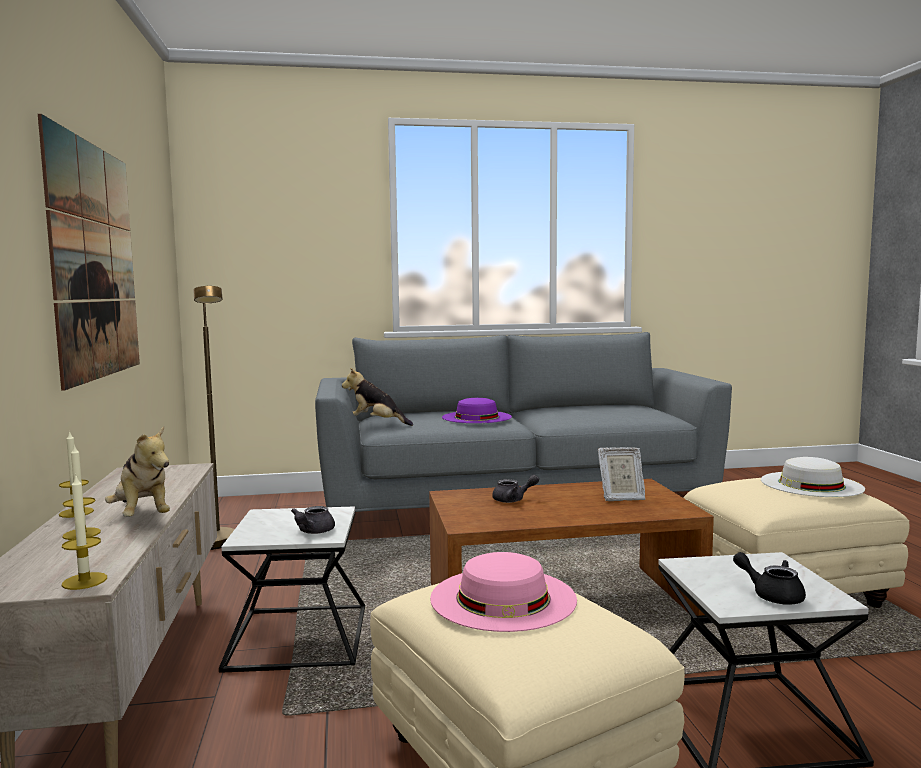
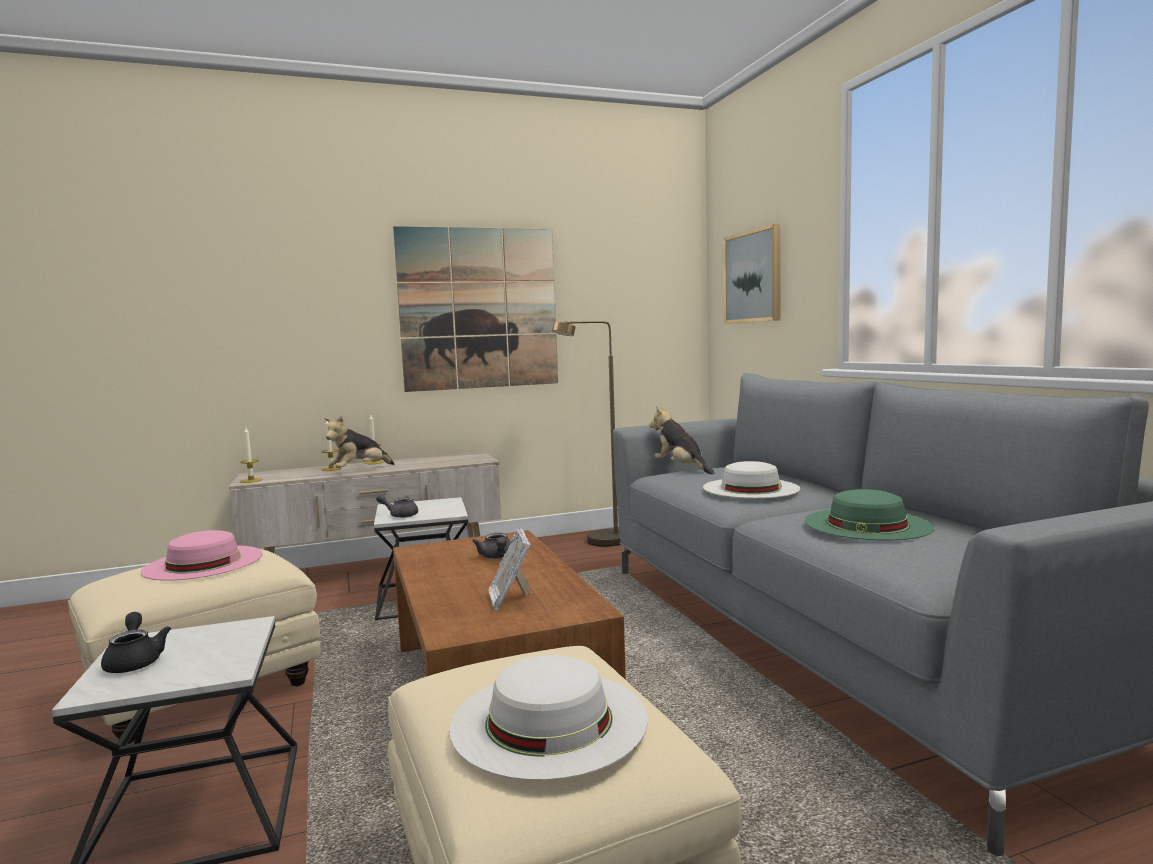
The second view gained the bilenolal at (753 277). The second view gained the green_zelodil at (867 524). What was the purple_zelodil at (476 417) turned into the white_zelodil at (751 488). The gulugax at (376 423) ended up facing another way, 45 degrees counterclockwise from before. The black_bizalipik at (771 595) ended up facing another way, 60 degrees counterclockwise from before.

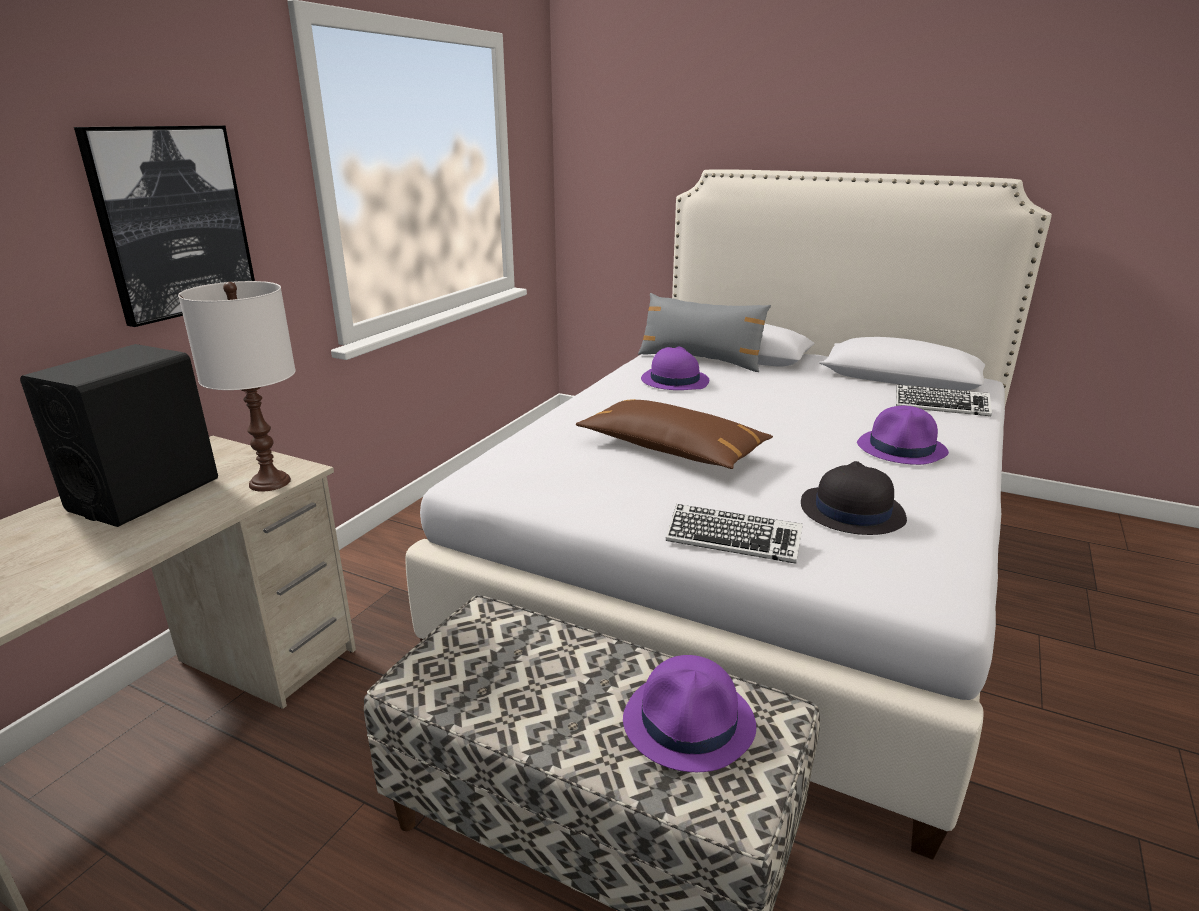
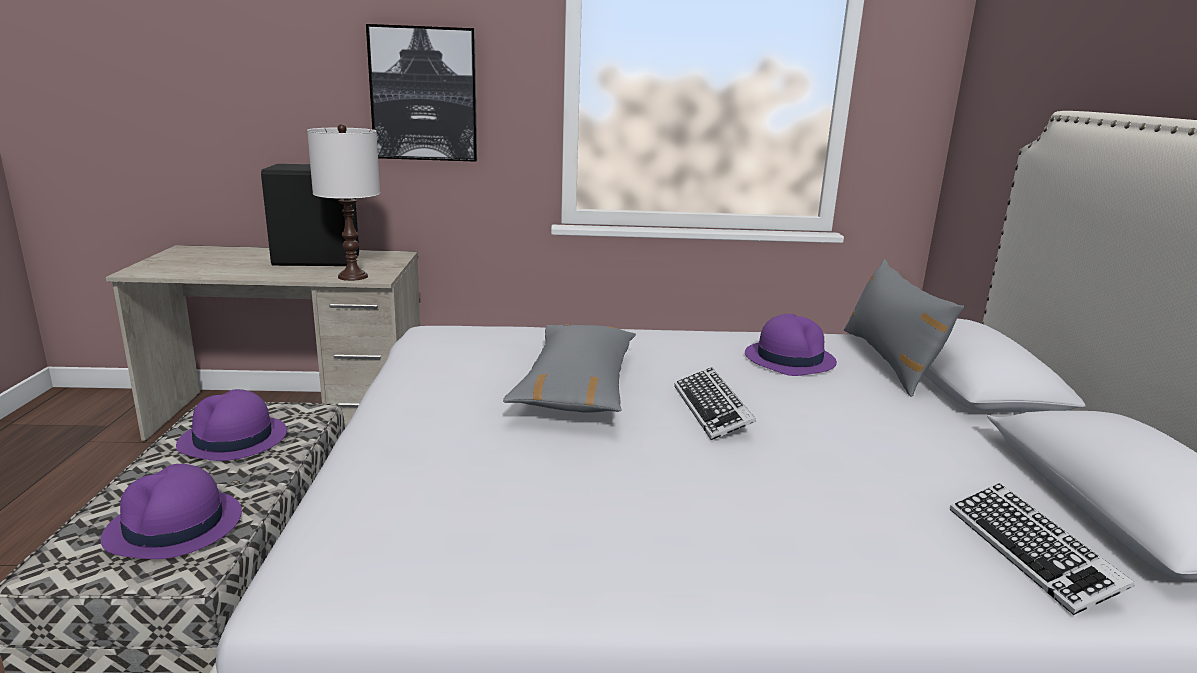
The second view lost the black_zelodil at (851 511). The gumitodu ended up elsewhere, having gone from (733 540) to (712 410). The purple_zelodil ended up elsewhere, having gone from (902 449) to (233 440). What was the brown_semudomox at (671 449) turned into the grey_semudomox at (577 385).

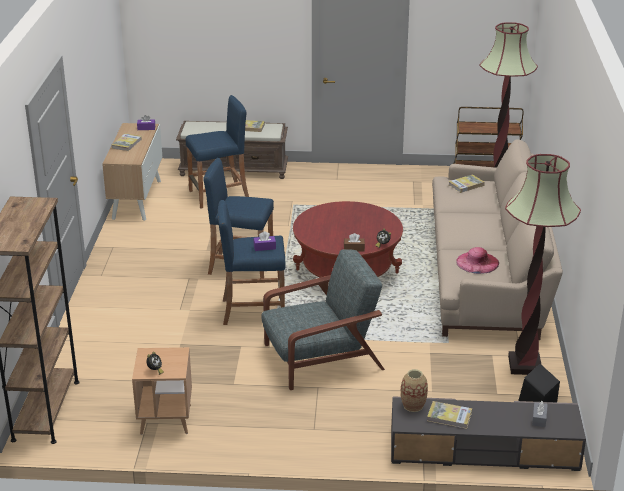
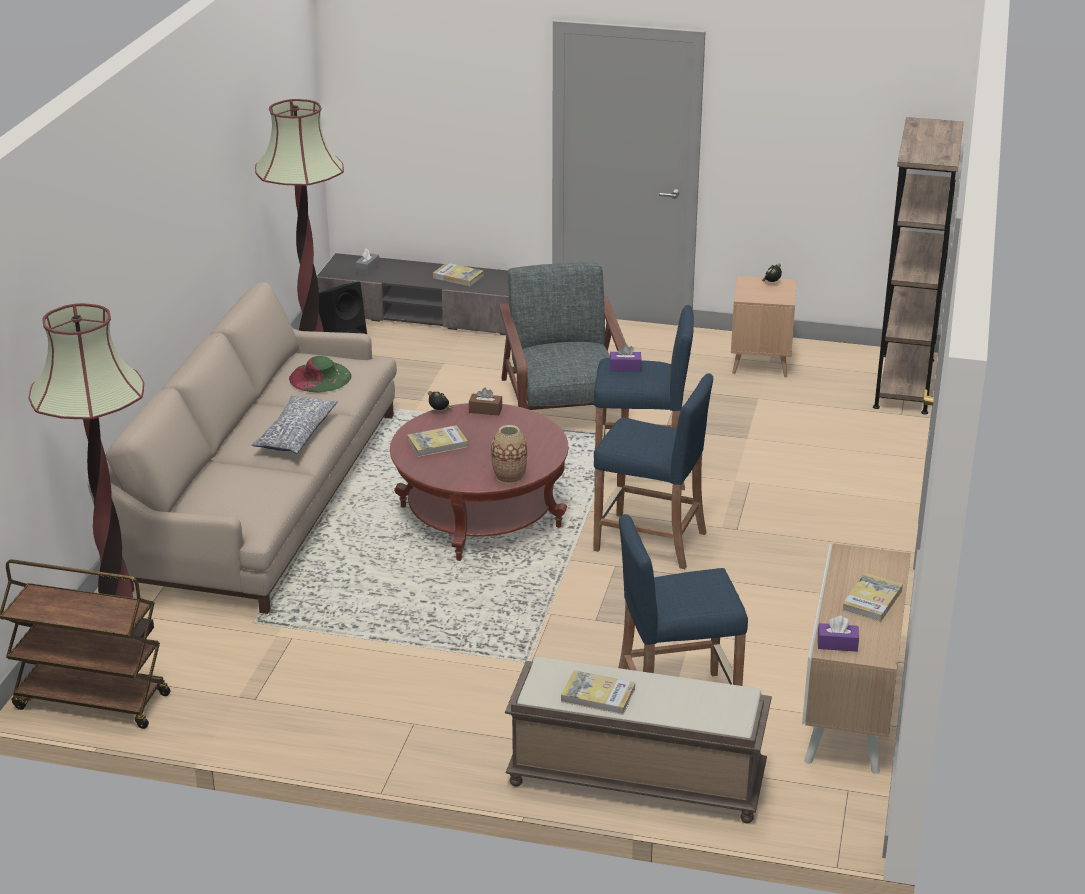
The second view gained the semudomox at (295 434). The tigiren ended up elsewhere, having gone from (413 405) to (509 476). The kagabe ended up elsewhere, having gone from (466 185) to (437 444). What was the pink_zelodil at (477 262) turned into the green_zelodil at (320 377). The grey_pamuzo at (320 357) ended up facing another way, 90 degrees clockwise from before.

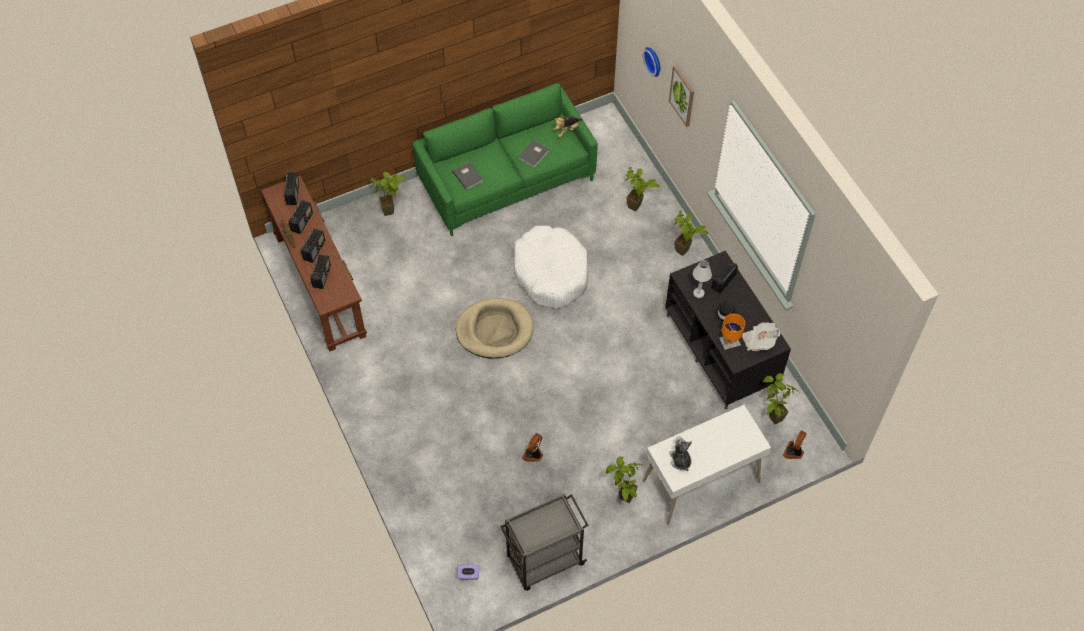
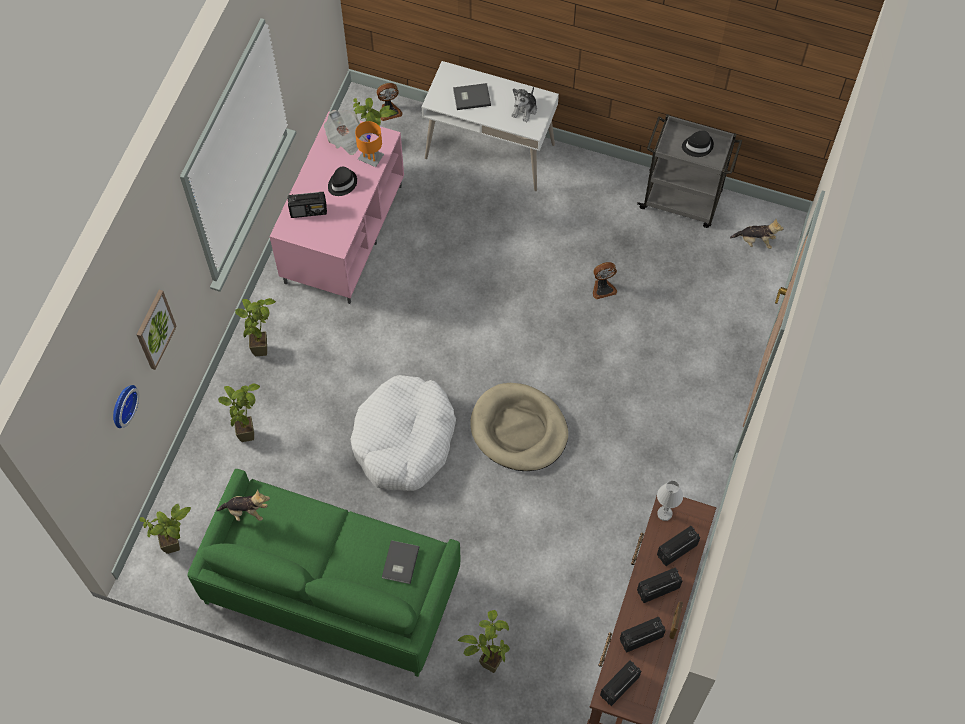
The second view gained the black_zelodil at (697 146). The grey_kagabe ended up elsewhere, having gone from (534 154) to (471 97). The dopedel ended up elsewhere, having gone from (623 500) to (179 546). The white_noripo ended up elsewhere, having gone from (698 293) to (664 513). Where the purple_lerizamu stood at (468 575), the gulugax came to stand at (755 241). What was the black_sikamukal at (722 351) turned into the pink_sikamukal at (343 232).

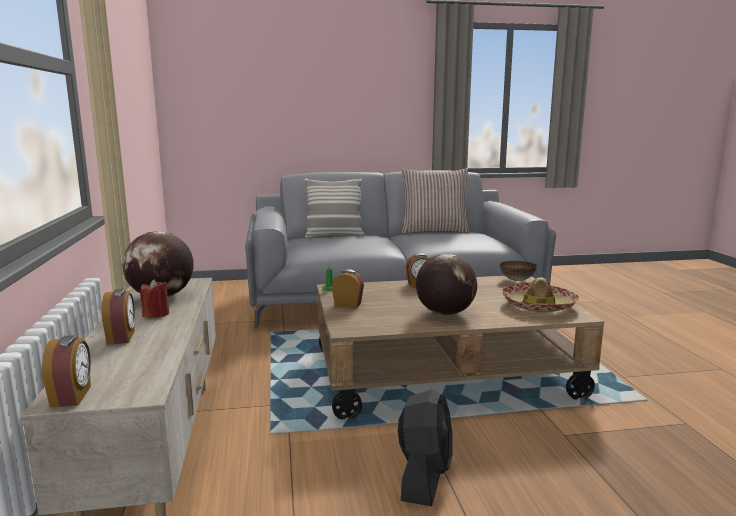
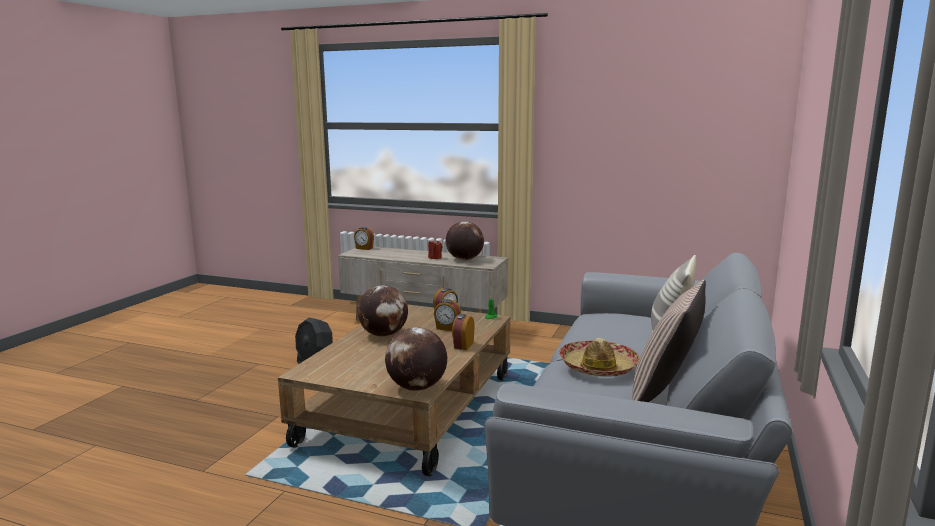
The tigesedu ended up elsewhere, having gone from (122 337) to (447 328). The zelodil ended up elsewhere, having gone from (538 305) to (598 367). Where the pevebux stood at (517 280), the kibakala came to stand at (417 388).

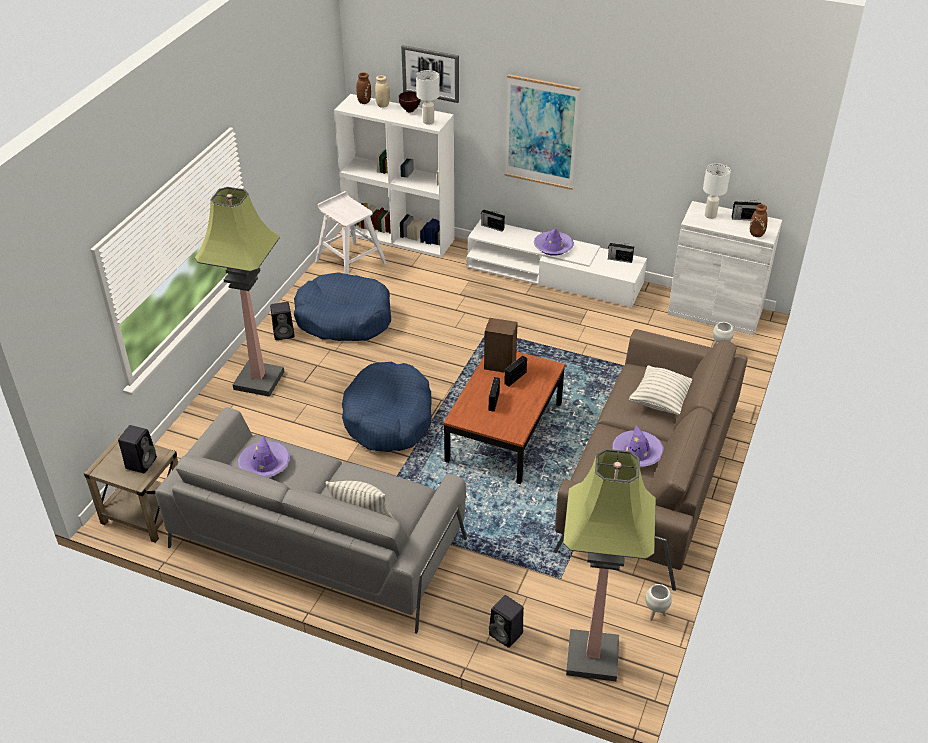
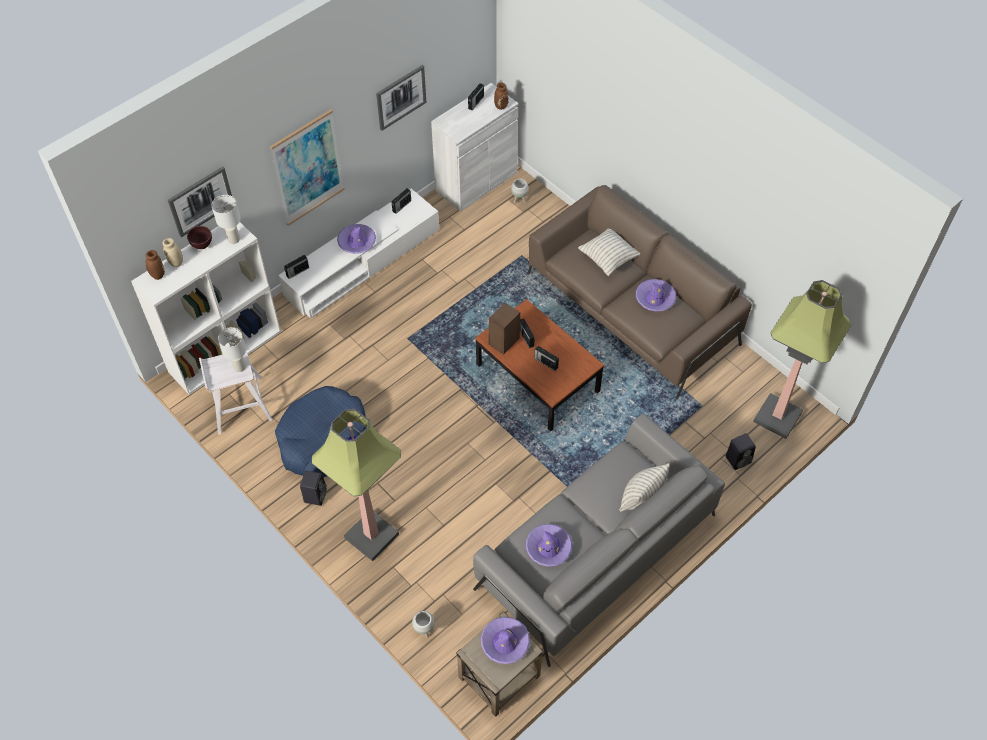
The second view lost the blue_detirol at (389 418). The second view gained the bilenolal at (401 97). The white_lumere ended up elsewhere, having gone from (655 614) to (424 630). The white_noripo ended up elsewhere, having gone from (710 215) to (239 367). Where the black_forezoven stood at (141 462), the purple_zelodil came to stand at (505 642).

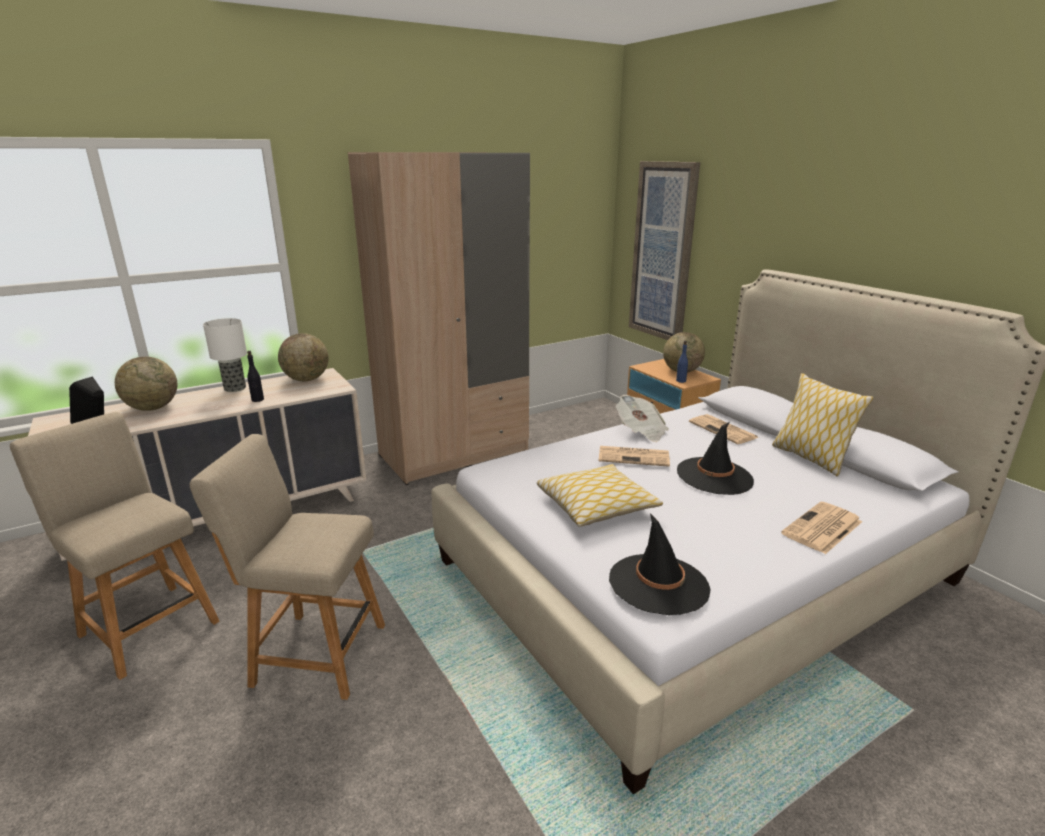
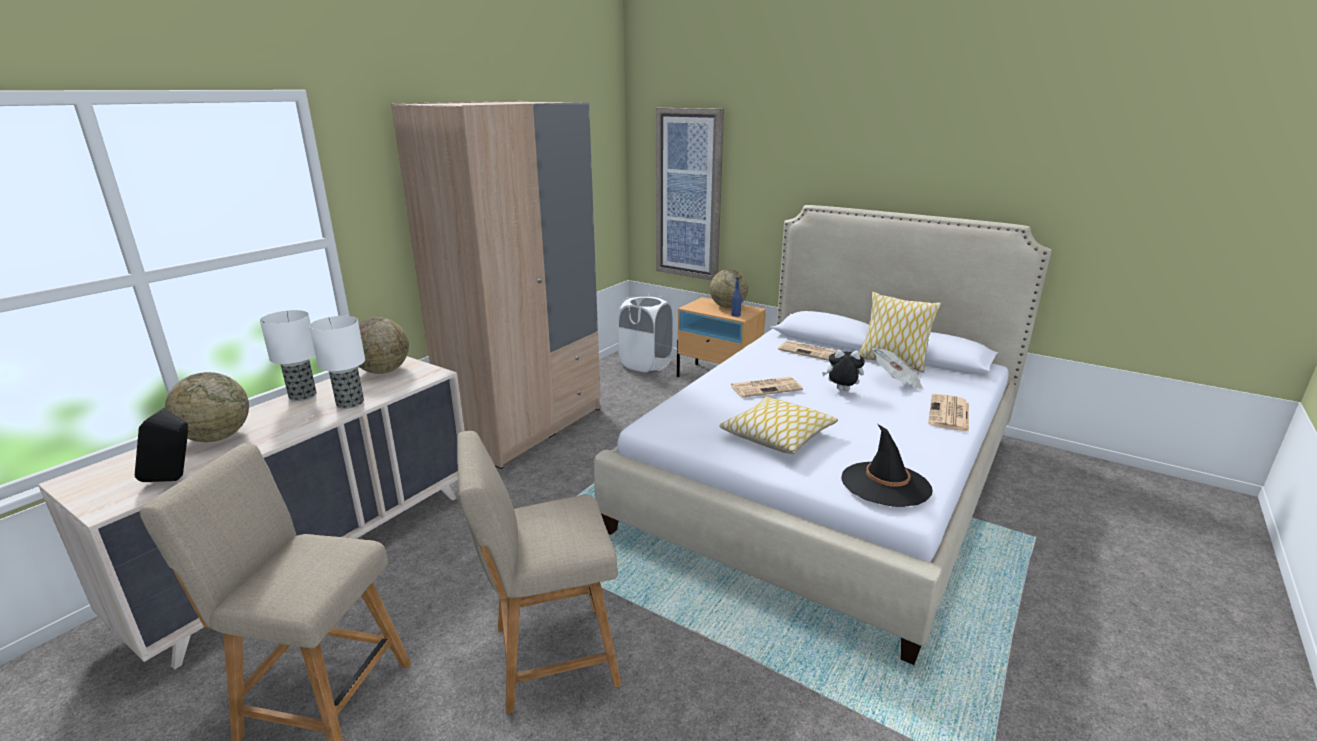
The second view gained the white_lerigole at (646 364). The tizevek ended up elsewhere, having gone from (641 431) to (896 381). Where the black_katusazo stood at (257 400), the noripo came to stand at (350 402). Where the black_zelodil stood at (714 476), the gulugax came to stand at (841 391).

